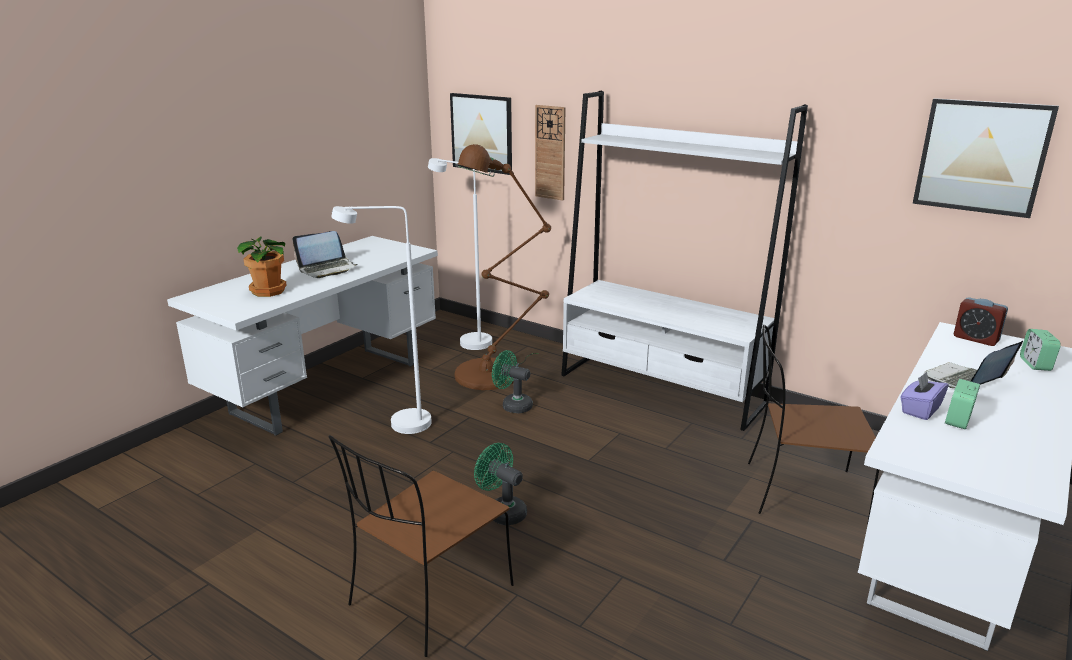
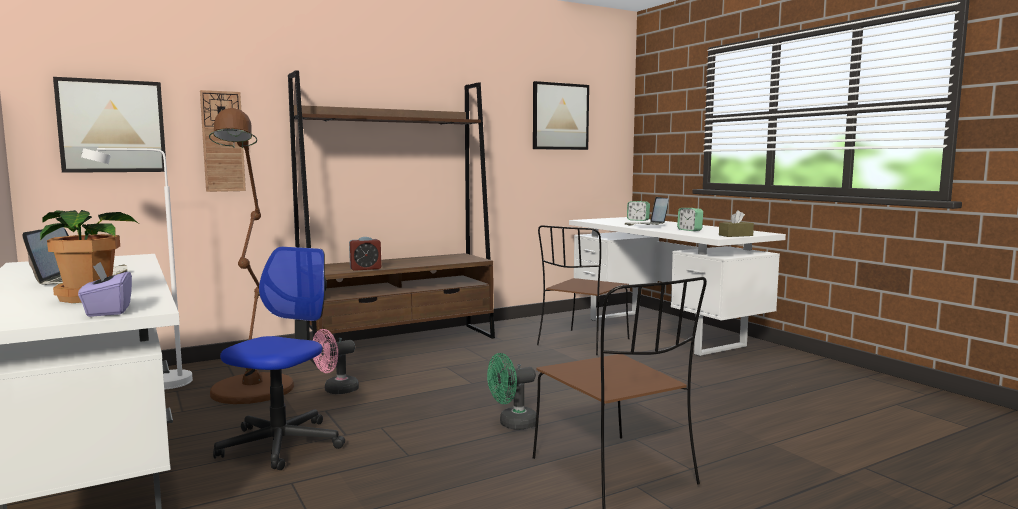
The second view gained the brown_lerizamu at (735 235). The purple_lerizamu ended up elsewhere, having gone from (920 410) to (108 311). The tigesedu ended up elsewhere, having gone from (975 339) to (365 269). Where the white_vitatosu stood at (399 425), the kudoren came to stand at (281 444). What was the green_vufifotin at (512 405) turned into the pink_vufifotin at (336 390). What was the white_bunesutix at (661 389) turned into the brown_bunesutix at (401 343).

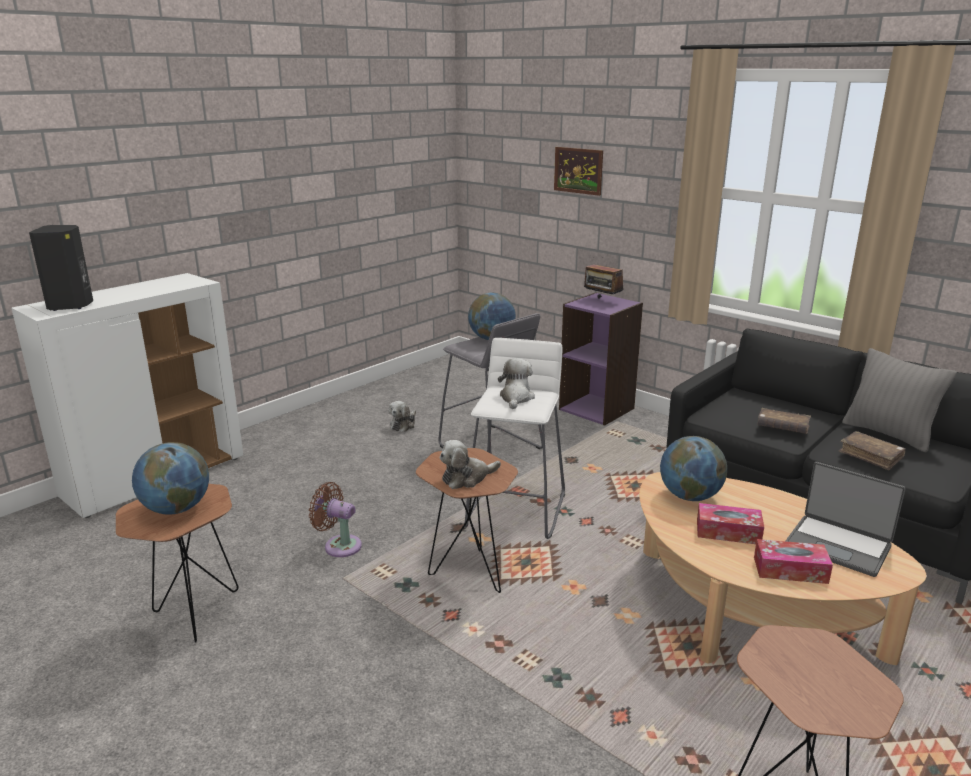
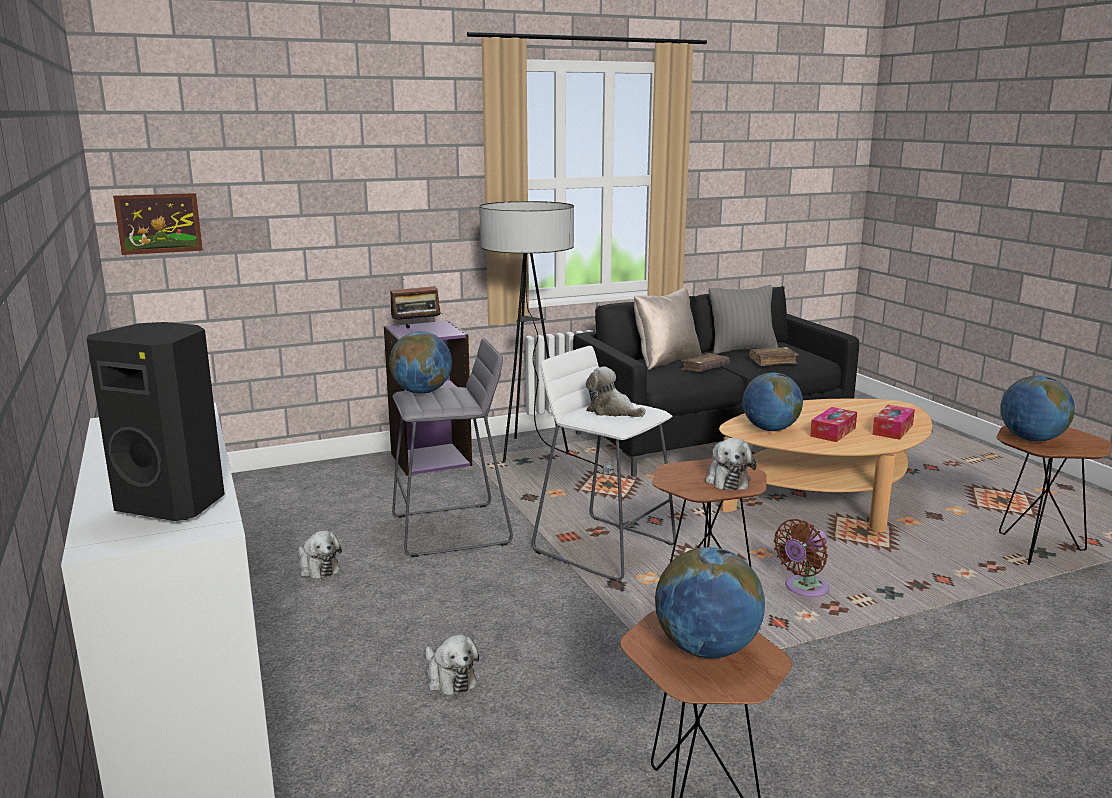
The second view lost the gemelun at (838 545). The second view gained the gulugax at (449 678). The second view gained the vitatosu at (533 457). The second view gained the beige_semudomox at (665 361). The second view gained the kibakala at (1031 439). The brown_vufifotin ended up elsewhere, having gone from (339 545) to (803 589). The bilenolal ended up elsewhere, having gone from (578 170) to (159 223).

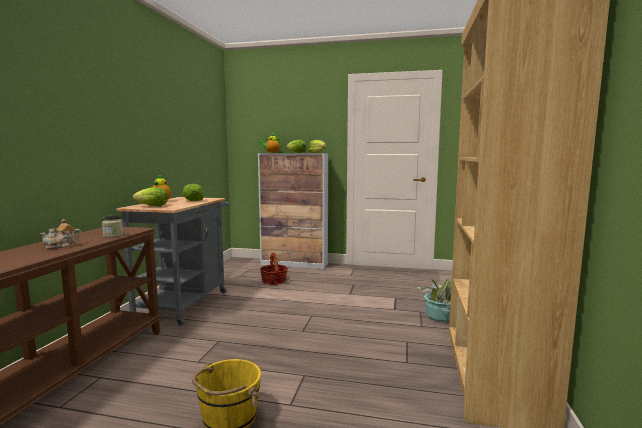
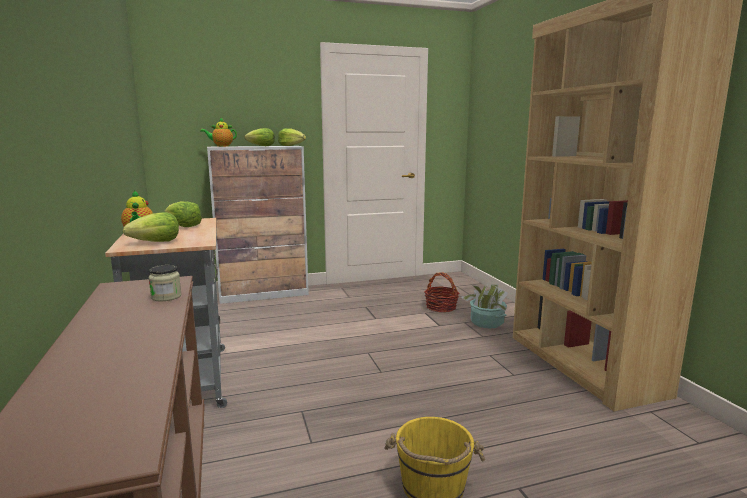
The second view lost the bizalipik at (62 246). The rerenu ended up elsewhere, having gone from (274 281) to (441 307).

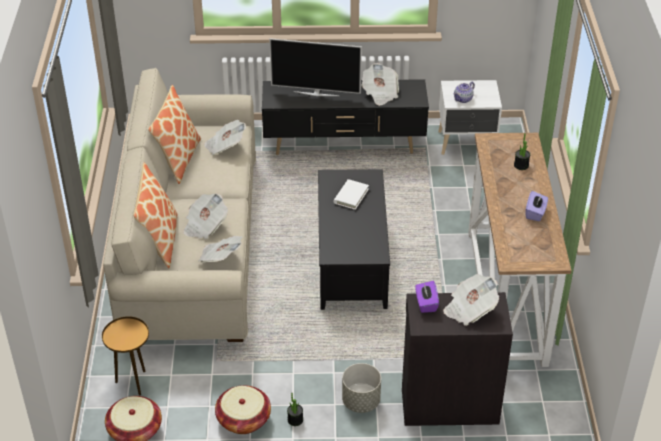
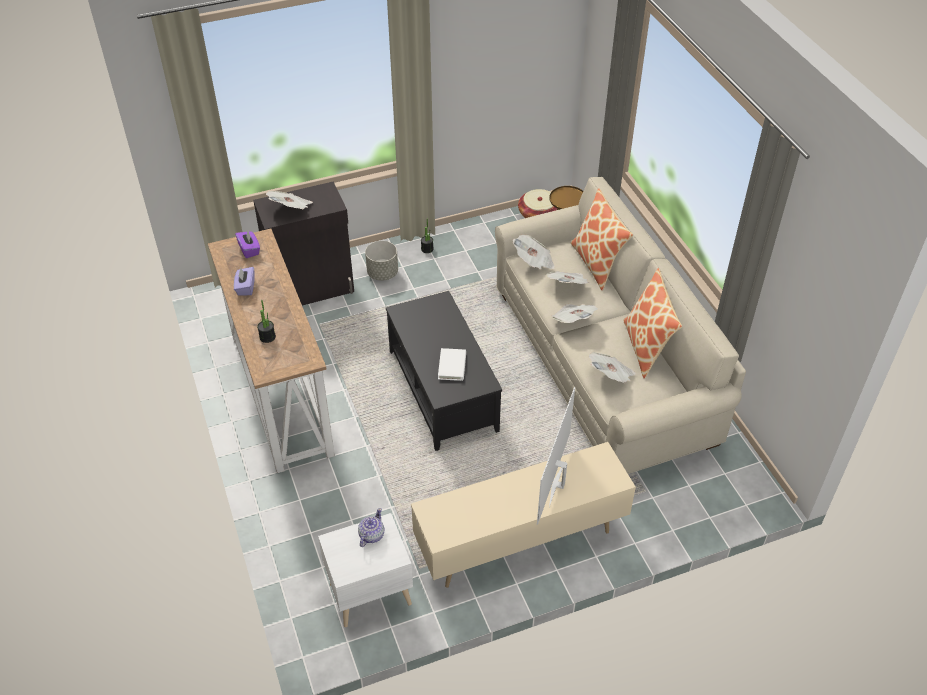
The second view lost the rerenu at (243 419). The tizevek ended up elsewhere, having gone from (380 93) to (573 320). The purple_lerizamu ended up elsewhere, having gone from (426 303) to (249 250). What was the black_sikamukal at (344 145) turned into the beige_sikamukal at (519 542). The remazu at (316 93) ended up facing another way, 60 degrees counterclockwise from before.

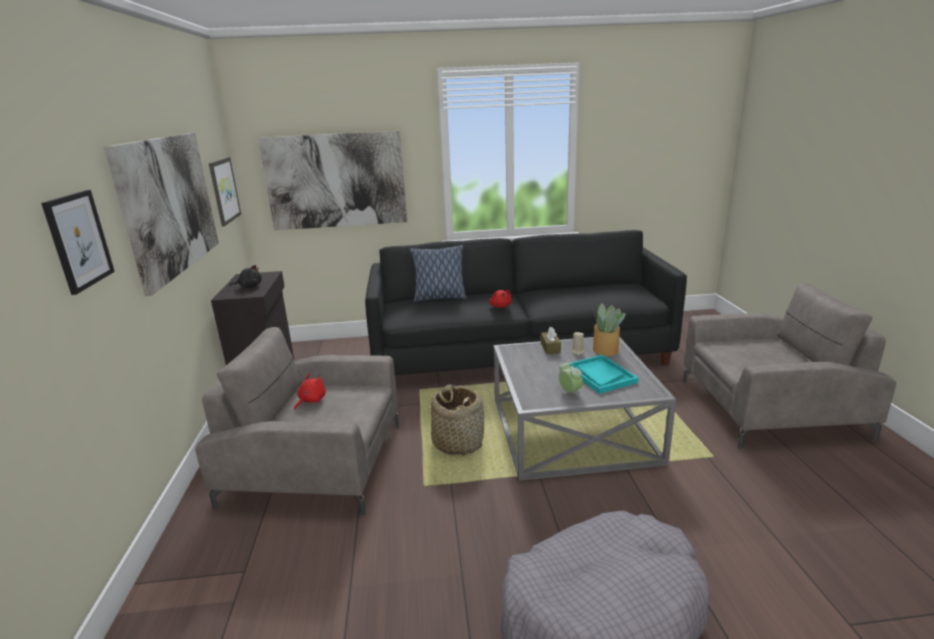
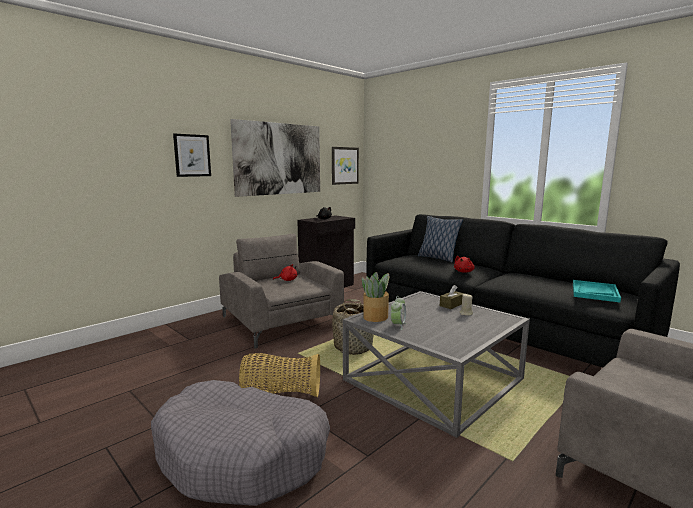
The second view lost the bilenolal at (336 181). The second view gained the rerenu at (280 393). The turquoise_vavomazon ended up elsewhere, having gone from (600 375) to (594 292). The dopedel ended up elsewhere, having gone from (605 350) to (376 317).

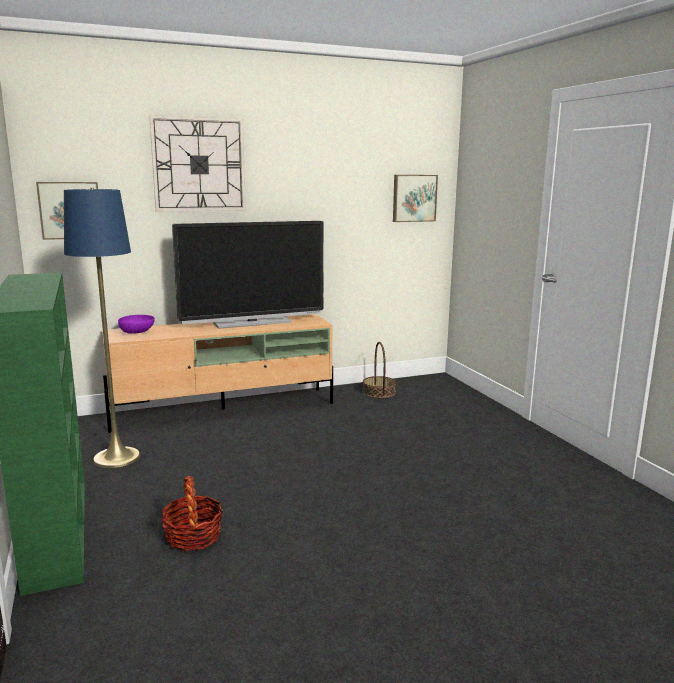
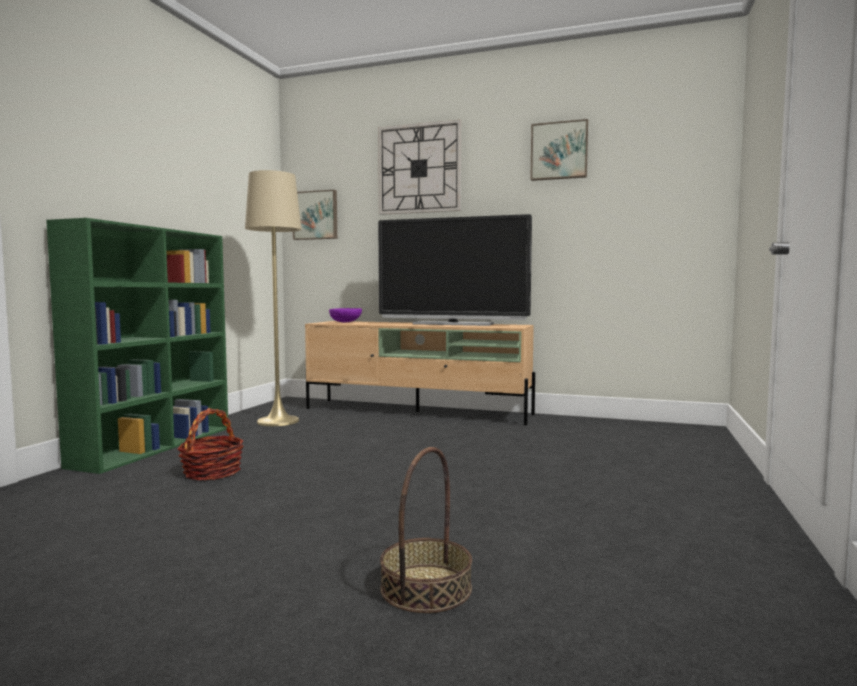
The rerenu ended up elsewhere, having gone from (379 392) to (426 588). The bilenolal ended up elsewhere, having gone from (414 198) to (559 151). What was the blue_vitatosu at (116 457) turned into the beige_vitatosu at (278 421).

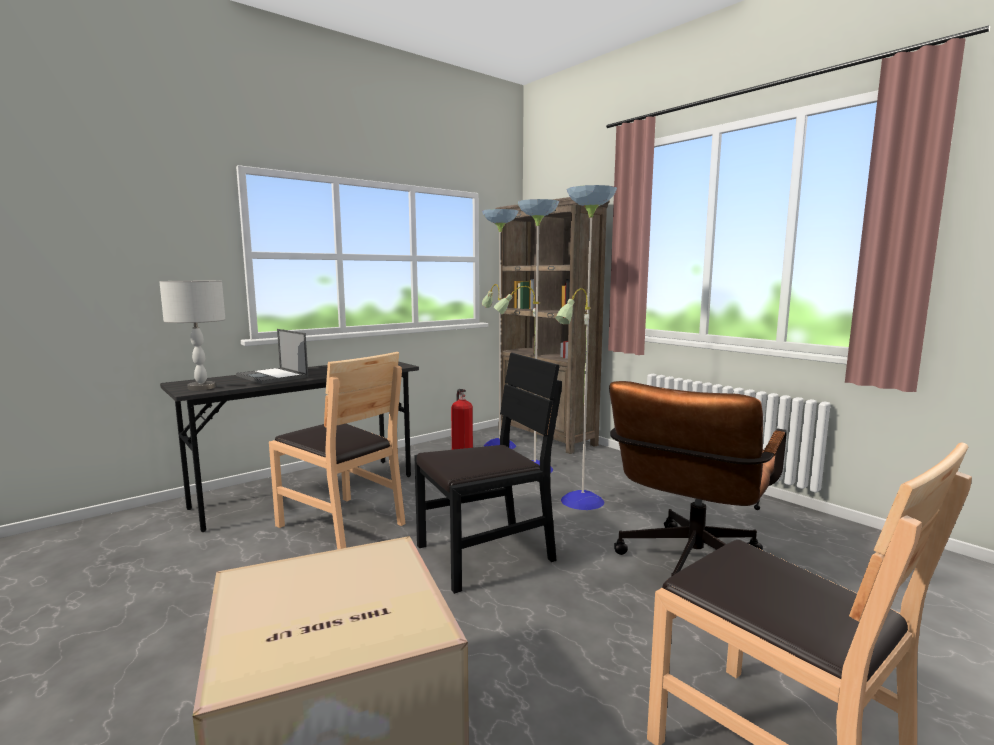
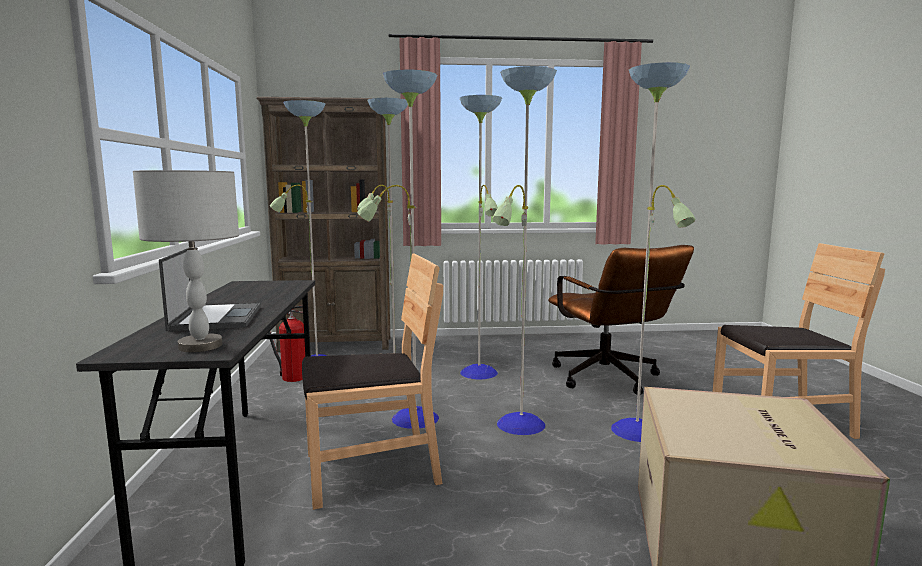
Where the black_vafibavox stood at (485 554), the vitatosu came to stand at (520 425). The gemelun at (273 376) ended up facing another way, 90 degrees counterclockwise from before.

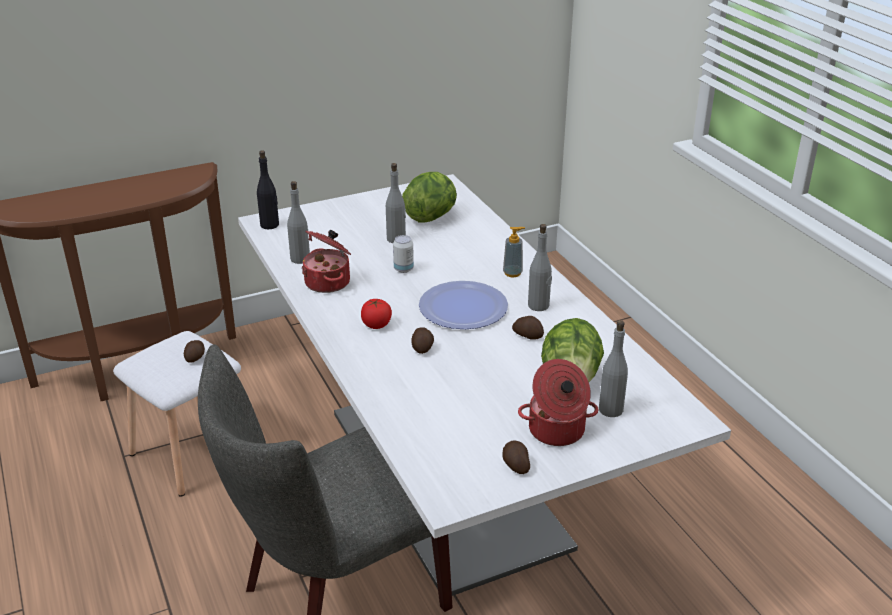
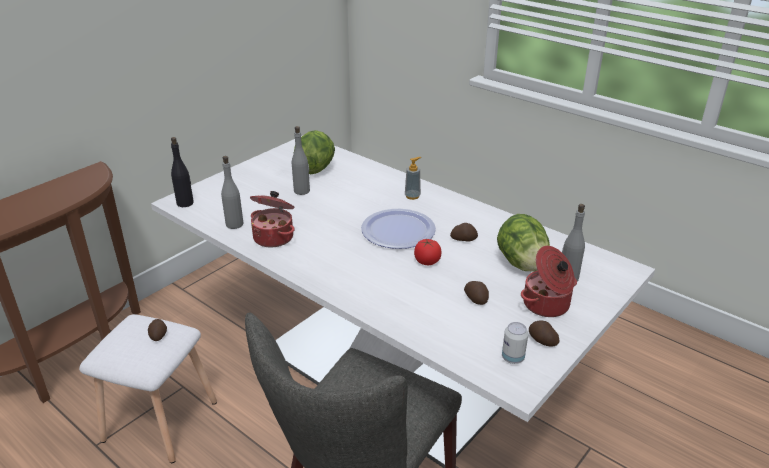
The second view lost the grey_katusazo at (538 306). The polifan ended up elsewhere, having gone from (376 324) to (427 261). The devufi ended up elsewhere, having gone from (403 269) to (512 358). The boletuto ended up elsewhere, having gone from (422 347) to (476 298).

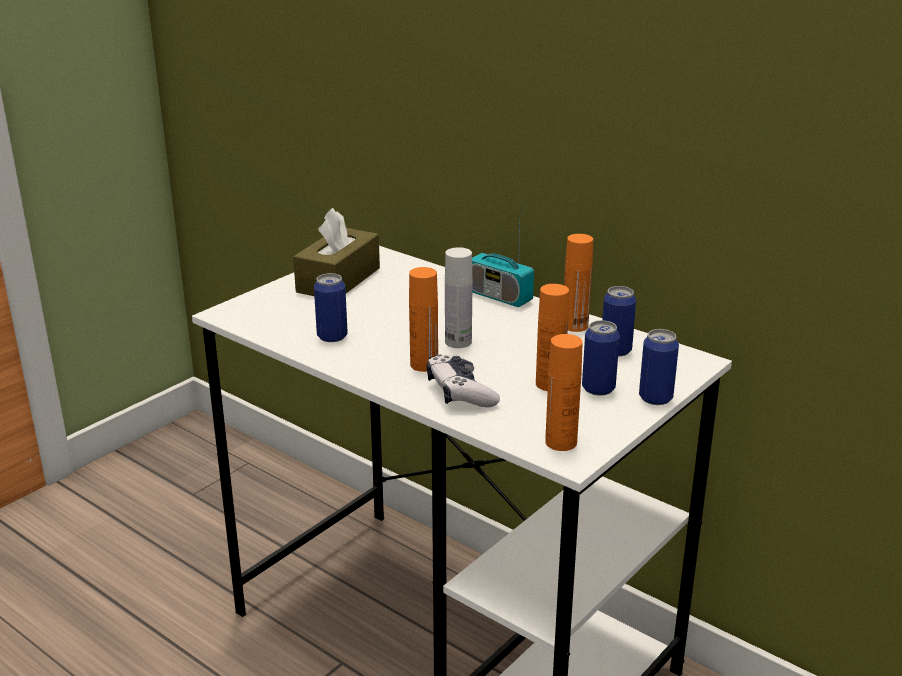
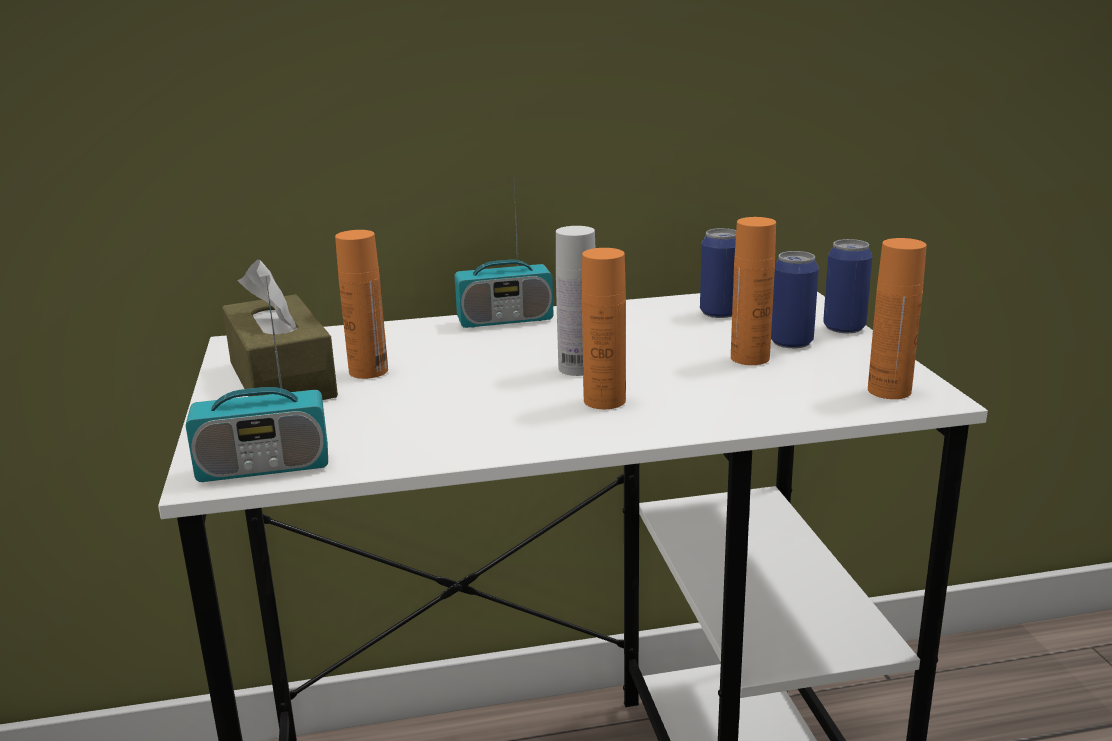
The second view lost the devufi at (332 336). The second view lost the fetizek at (460 393). The second view gained the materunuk at (264 467). The orange_katusazo ended up elsewhere, having gone from (575 326) to (368 371).

